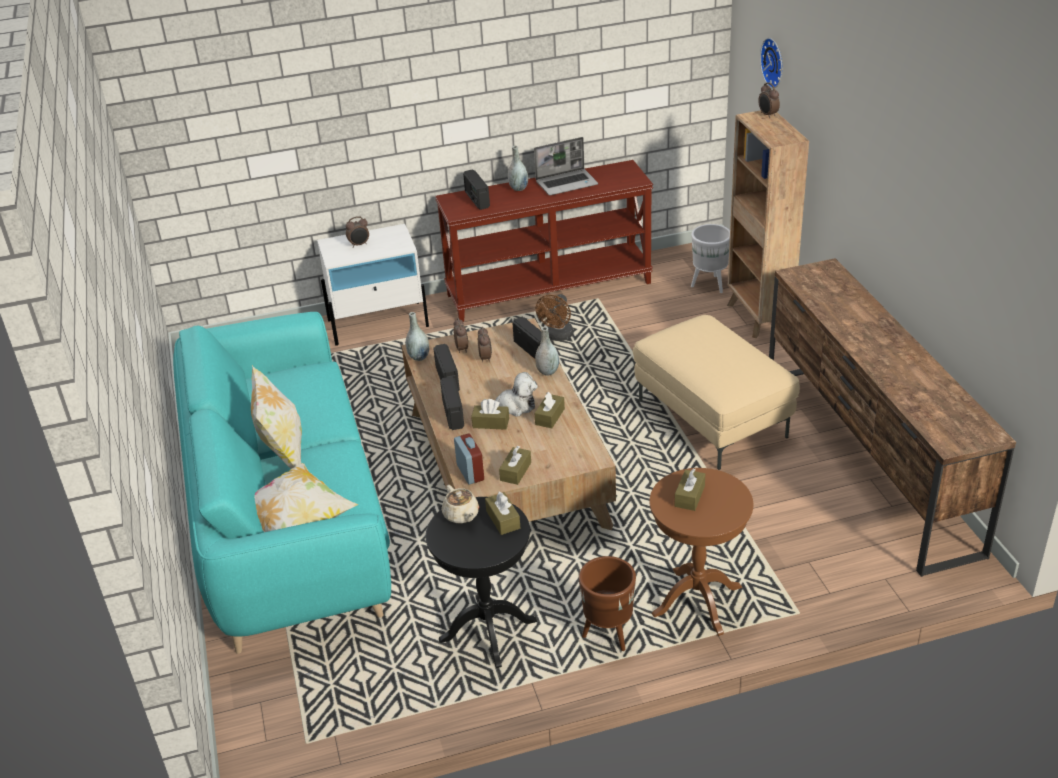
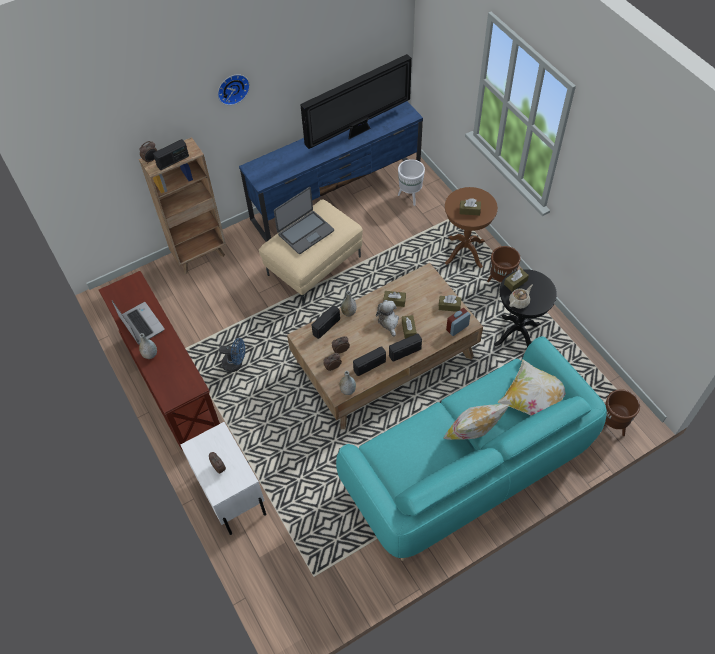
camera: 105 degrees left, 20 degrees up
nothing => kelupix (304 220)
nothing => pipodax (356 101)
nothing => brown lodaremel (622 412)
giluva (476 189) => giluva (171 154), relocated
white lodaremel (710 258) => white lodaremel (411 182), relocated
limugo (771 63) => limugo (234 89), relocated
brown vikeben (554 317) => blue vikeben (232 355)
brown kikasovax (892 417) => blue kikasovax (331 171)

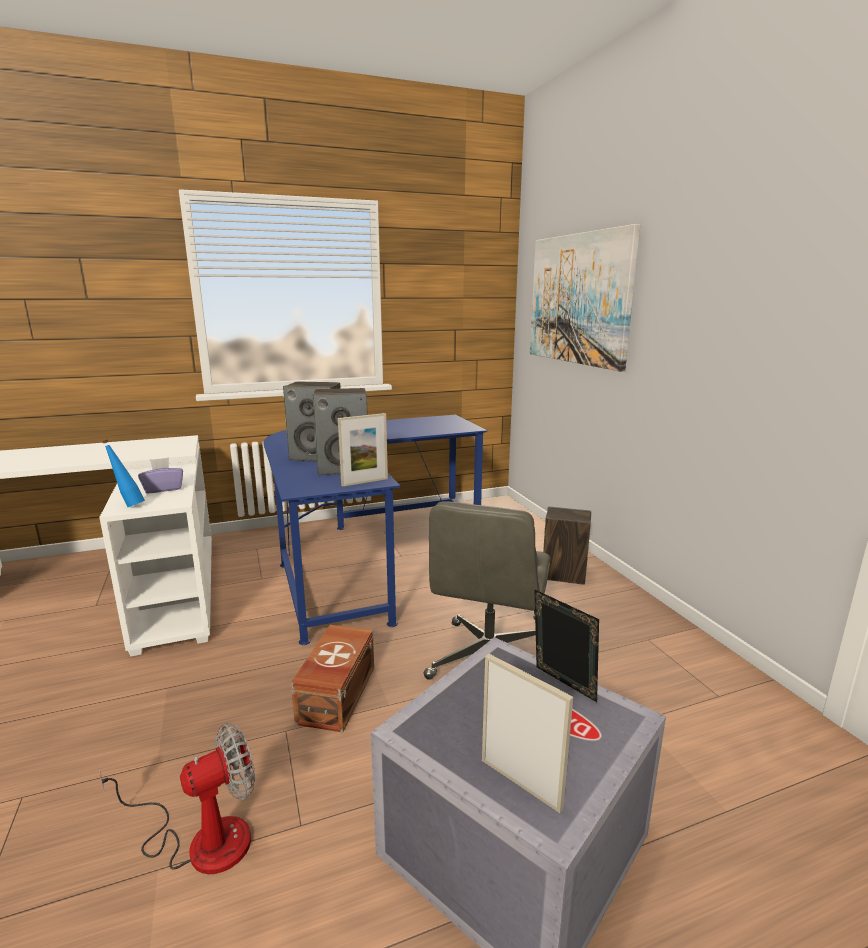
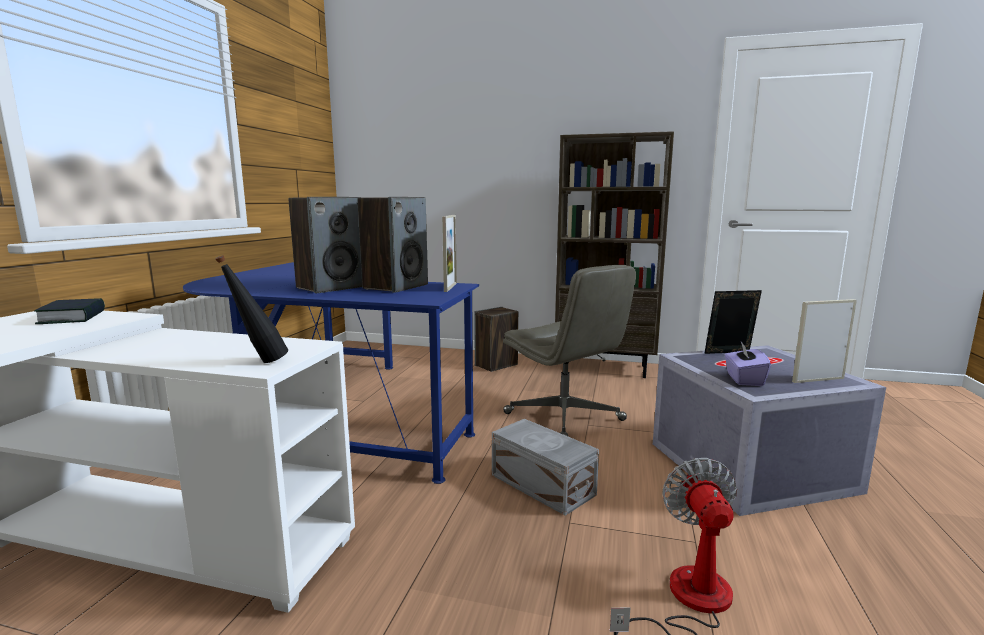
camera: 55 degrees left, 5 degrees down
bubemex (585 297) => nothing
nothing => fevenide (69 311)
nothing => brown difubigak (614 254)
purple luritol (160 475) => purple luritol (748 364), relocated
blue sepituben (123 473) => black sepituben (251 309)
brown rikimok (332 678) => grey rikimok (545 467)

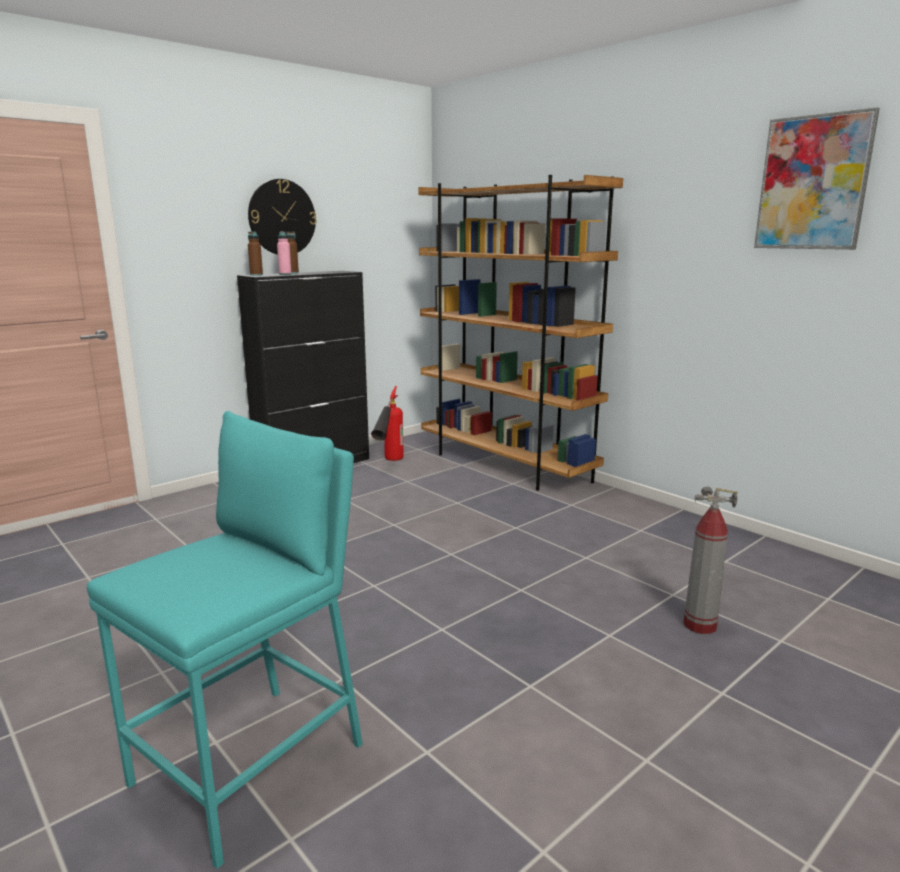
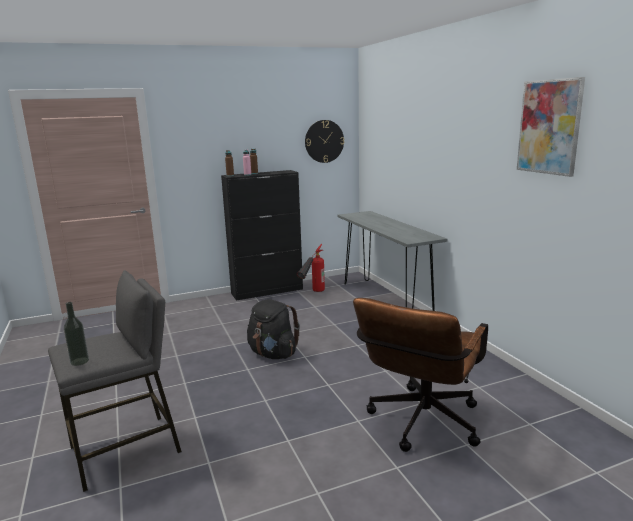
camera: 20 degrees right, 0 degrees up
nothing => sepituben (76 334)
nothing => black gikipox (273 329)
limugo (282 217) => limugo (324 141), relocated
brown difubigak (520 333) => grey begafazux (392 261)
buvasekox (710 560) => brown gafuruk (420 375)
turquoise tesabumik (225 640) => grey tesabumik (115 381)

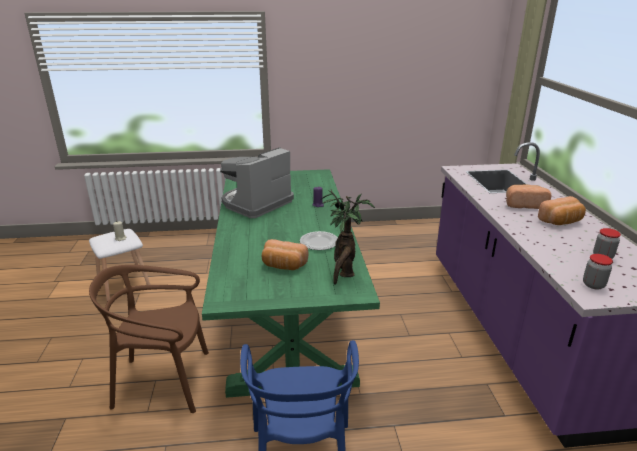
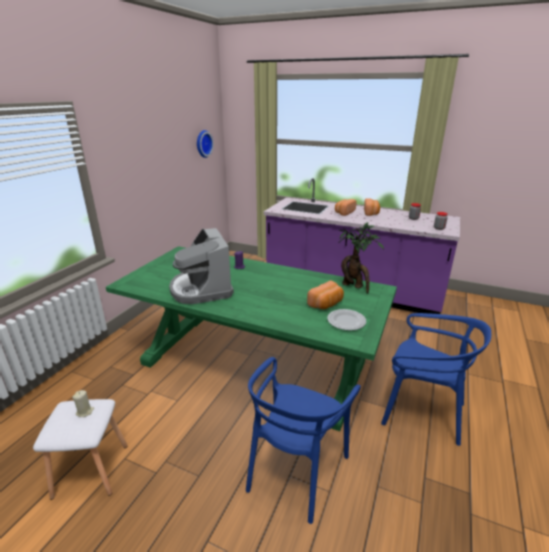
camera: 60 degrees left, 0 degrees up
nothing => limugo (205 144)
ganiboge (319 240) => ganiboge (346 319), relocated
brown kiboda (149 339) => blue kiboda (303 440)

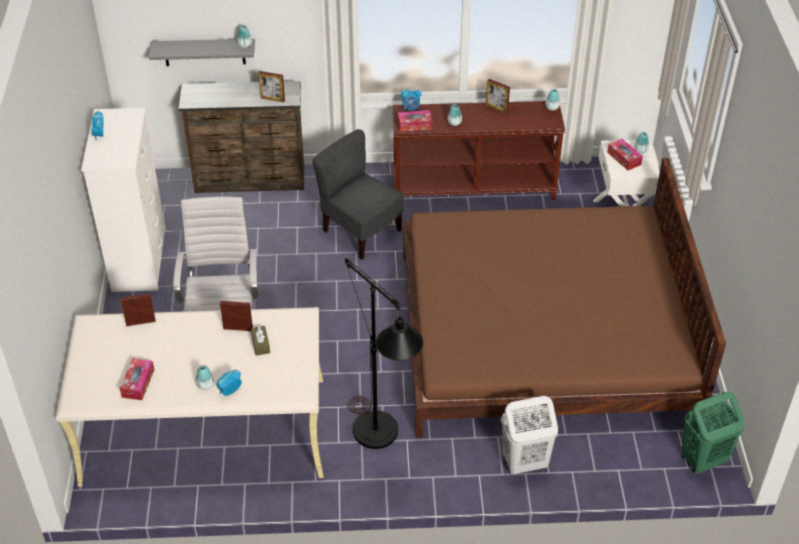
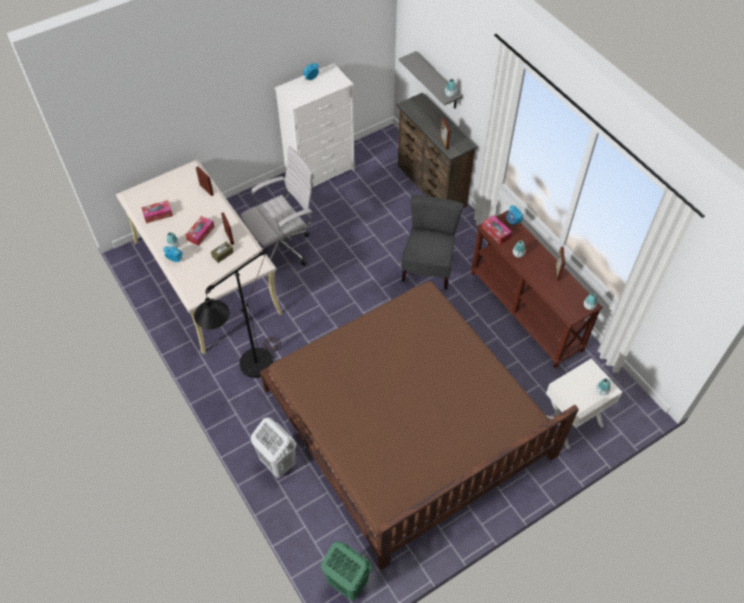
camera: 60 degrees right, 10 degrees up
luritol (625 154) => luritol (200 231), relocated

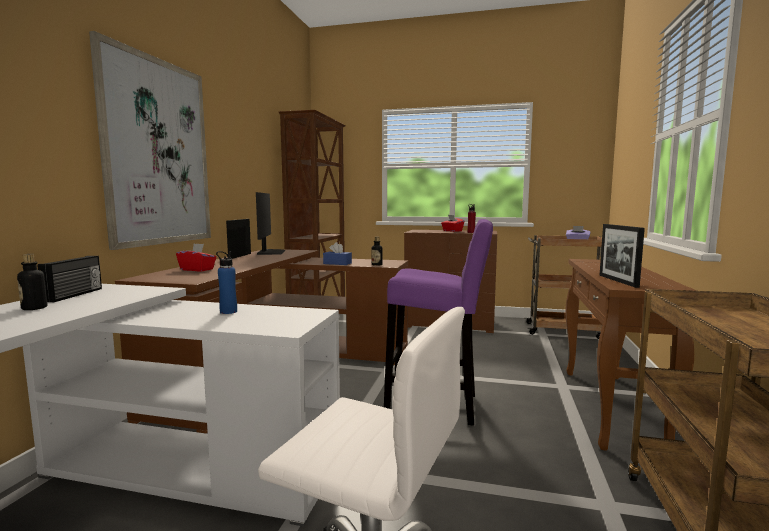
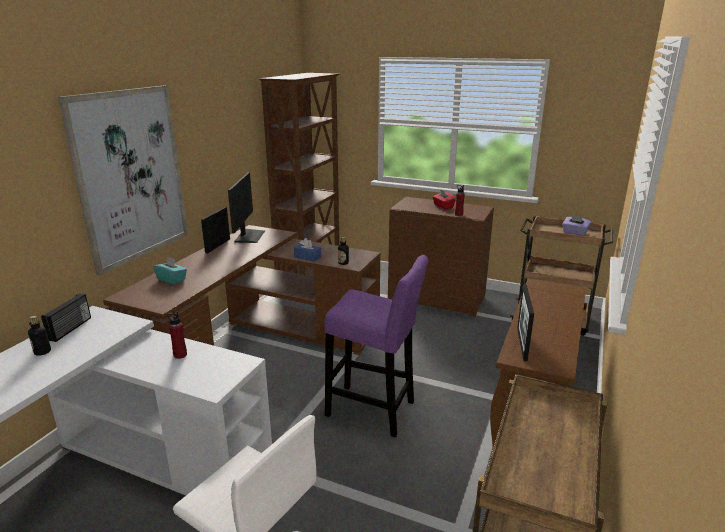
camera: 10 degrees right, 15 degrees up
red luritol (196 258) => turquoise luritol (170 271)
blue sepituben (226 282) => red sepituben (176 335)

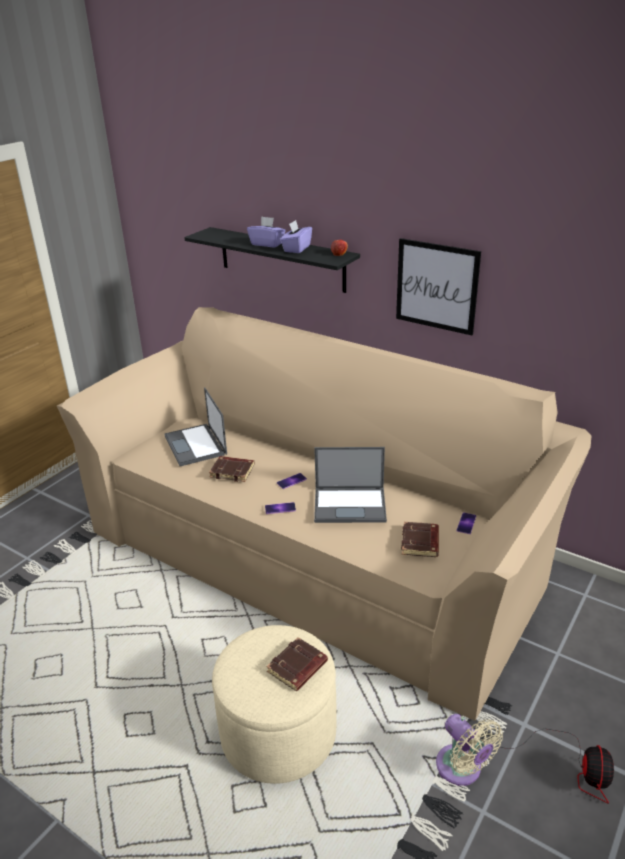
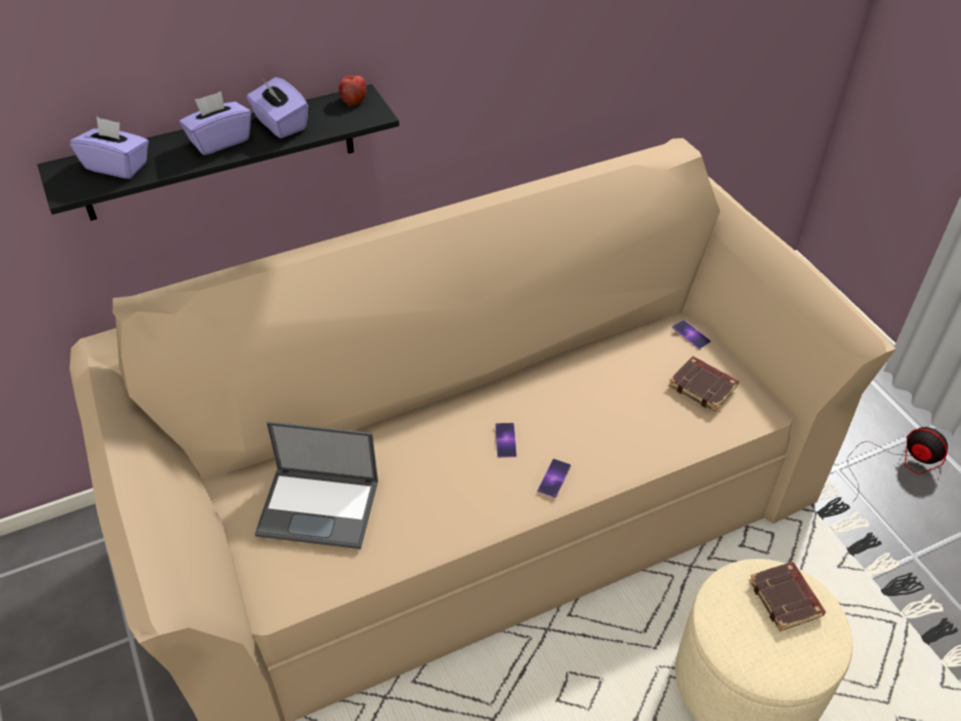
camera: 60 degrees left, 15 degrees up
brown fevenide (232 469) => nothing
kelupix (350 485) => nothing
bubemex (438 286) => nothing
beige vikeben (469 750) => nothing
nothing => purple luritol (109 147)

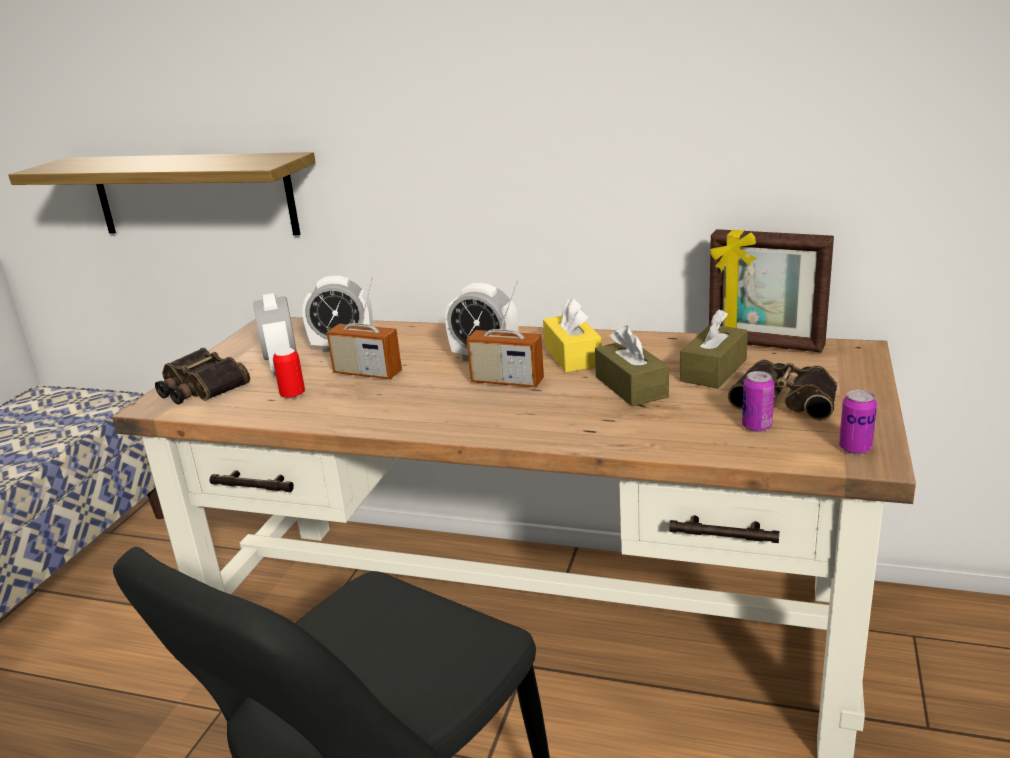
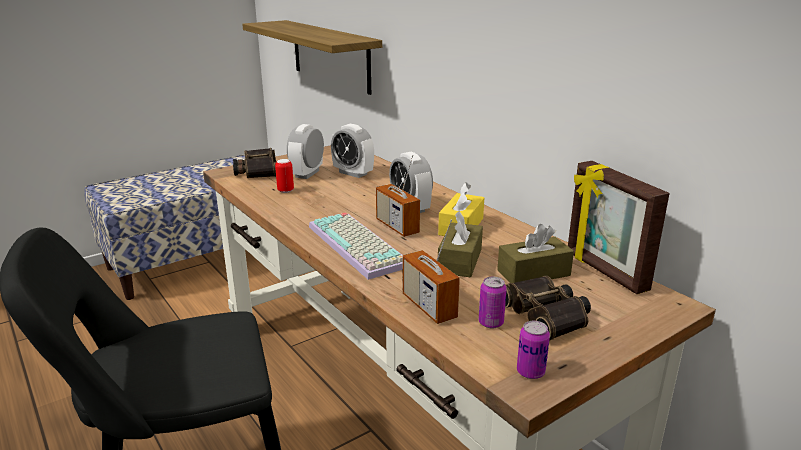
camera: 35 degrees right, 0 degrees up
nothing => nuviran (356 246)
giluva (364 328) => giluva (431 271), relocated

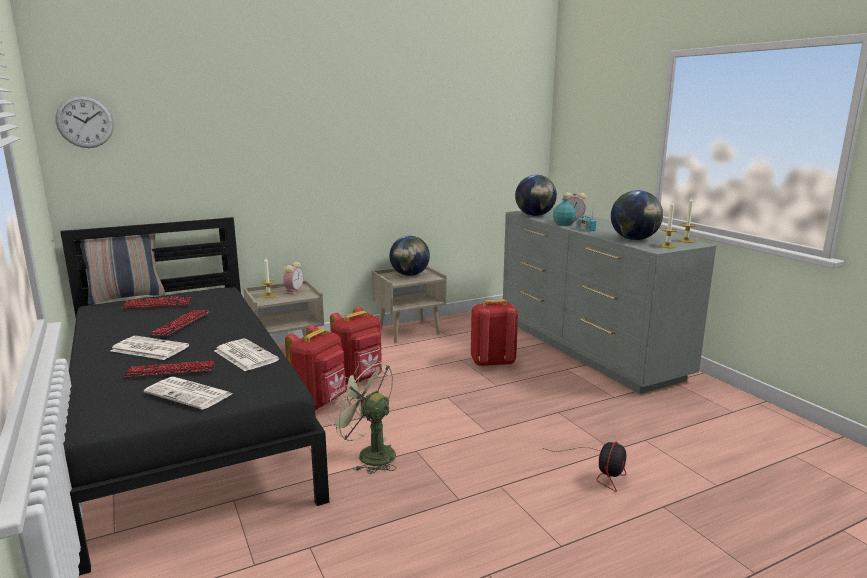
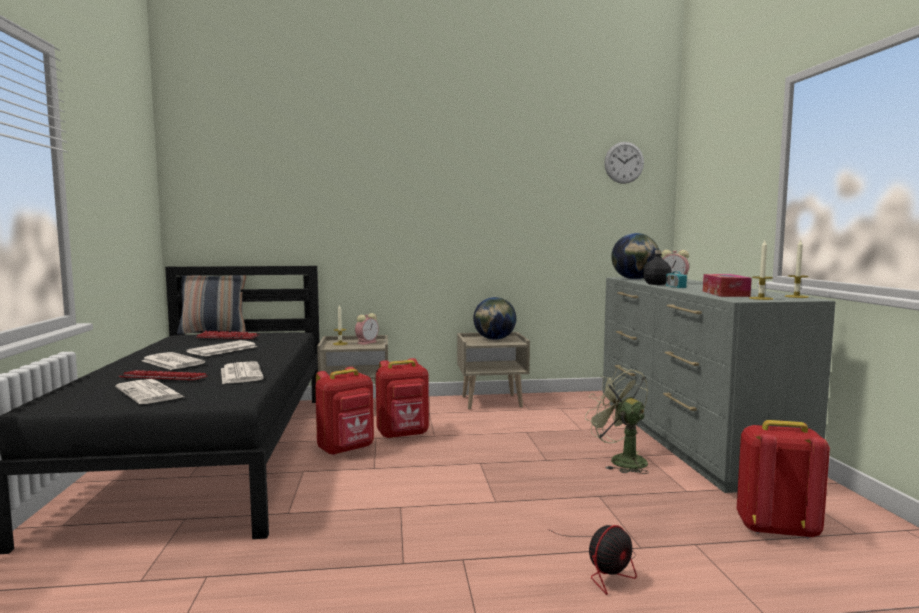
camera: 20 degrees right, 10 degrees down
limugo (84 121) => limugo (624 163), relocated
green vikeben (362 416) => green vikeben (617 420), relocated
red gikipox (494 333) => red gikipox (783 479), relocated
nuviran (179 323) => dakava (221 348)
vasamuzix (637 215) => luritol (727 285)
turquoise sepituben (564 210) => black sepituben (657 267)

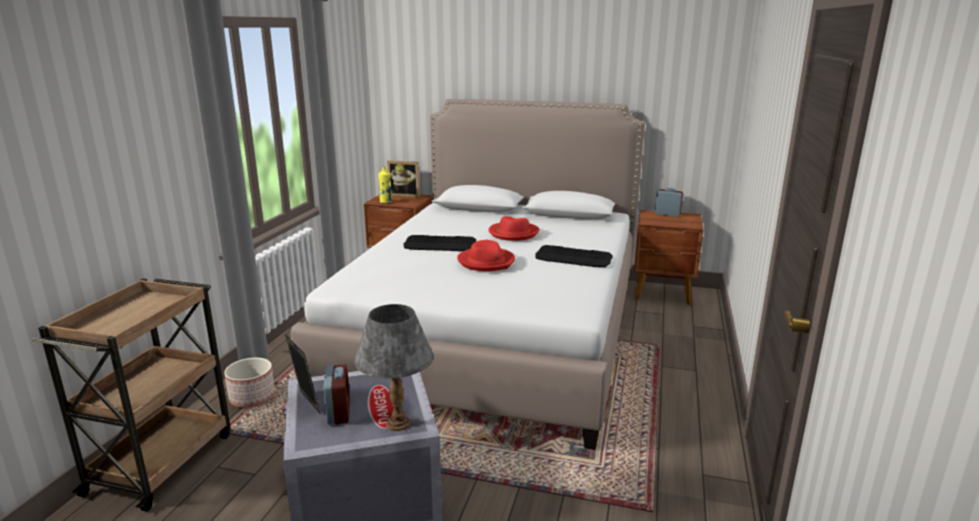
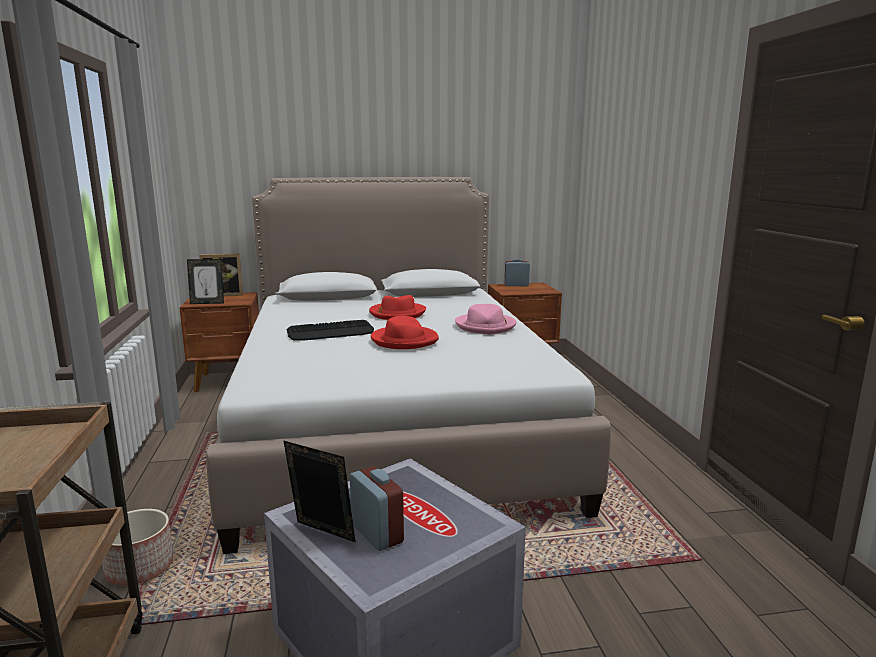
camera: 25 degrees left, 5 degrees down
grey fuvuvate (394 367) => nothing
yellow sepituben (385 184) => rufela (205 281)
nuviran (574 256) => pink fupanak (486 319)

